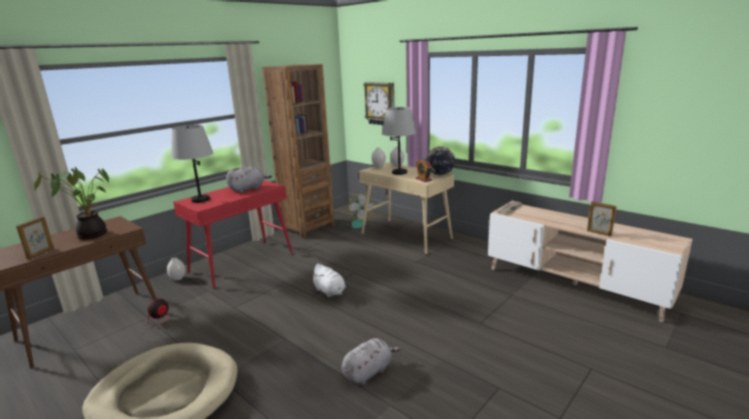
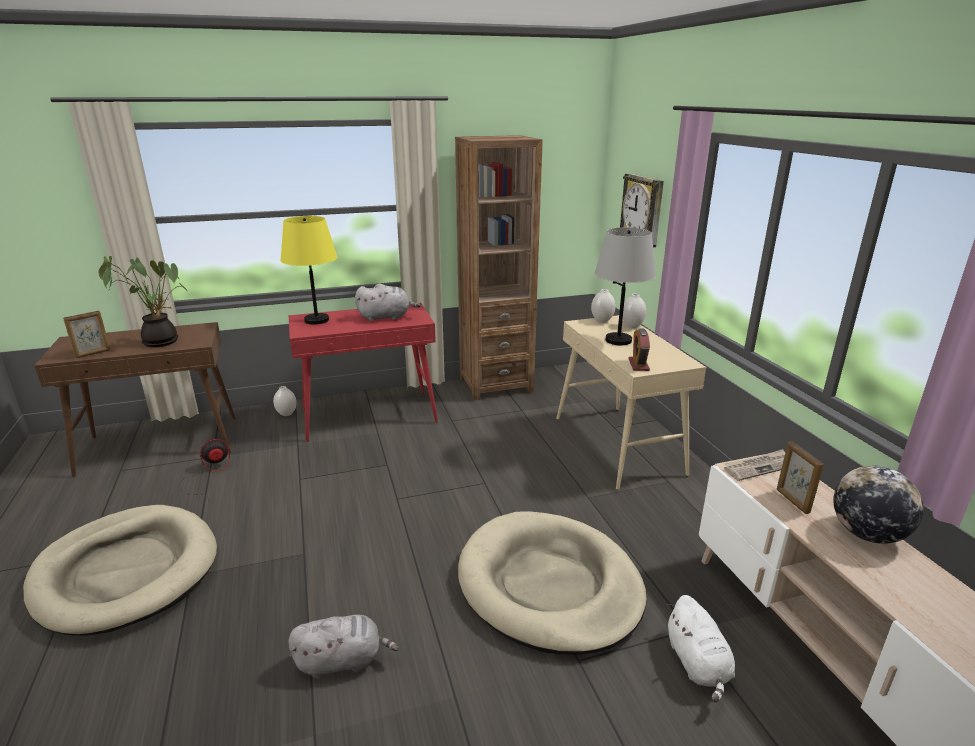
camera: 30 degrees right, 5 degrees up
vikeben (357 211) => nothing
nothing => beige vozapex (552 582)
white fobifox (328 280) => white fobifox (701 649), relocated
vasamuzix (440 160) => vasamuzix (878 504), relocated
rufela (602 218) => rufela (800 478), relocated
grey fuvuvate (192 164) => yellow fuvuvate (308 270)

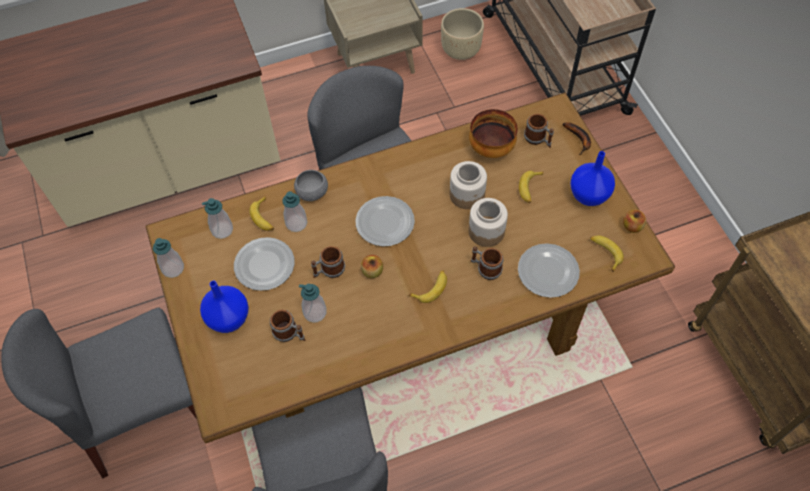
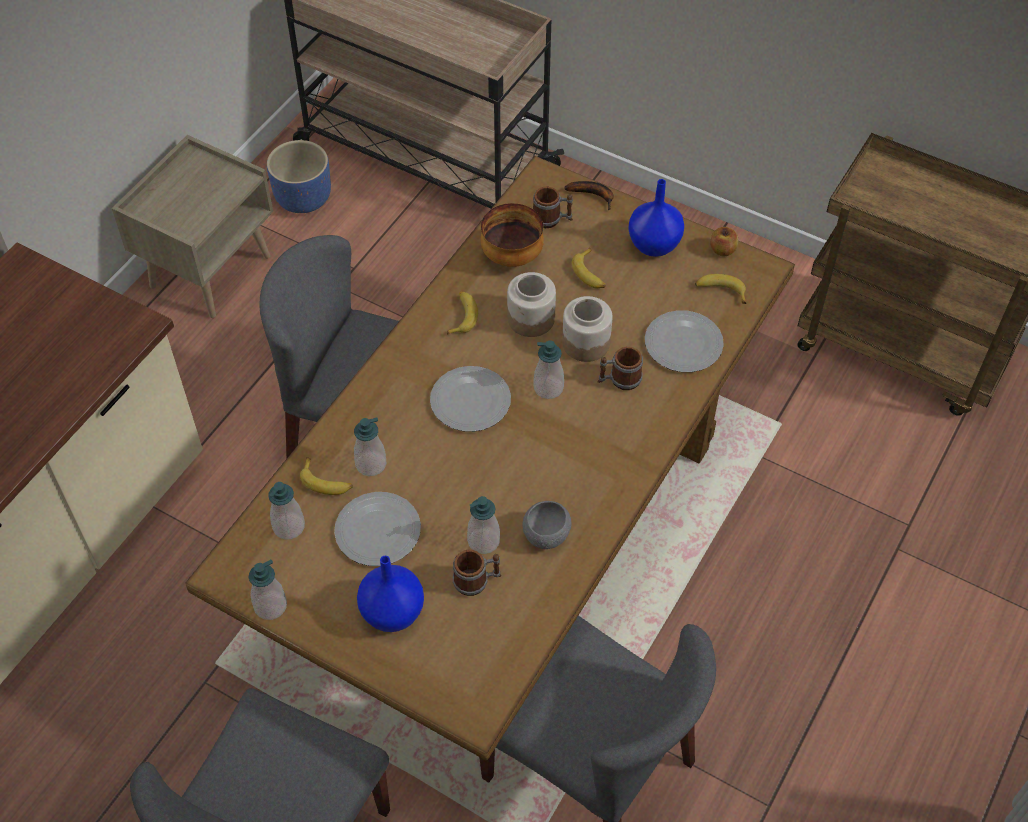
camera: 40 degrees left, 5 degrees down
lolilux (328 262) => nothing
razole (372 266) => nothing
nothing => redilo (549 369)
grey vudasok (311 185) => grey vudasok (546 525), relocated
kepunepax (428 286) => kepunepax (462 313), relocated
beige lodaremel (462 34) => blue lodaremel (299 176)

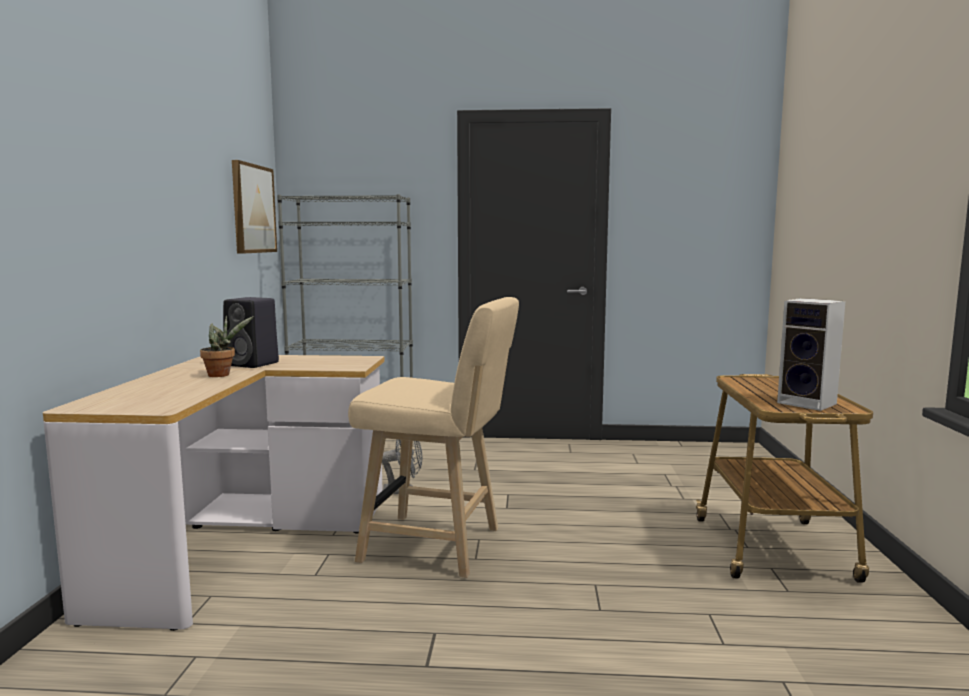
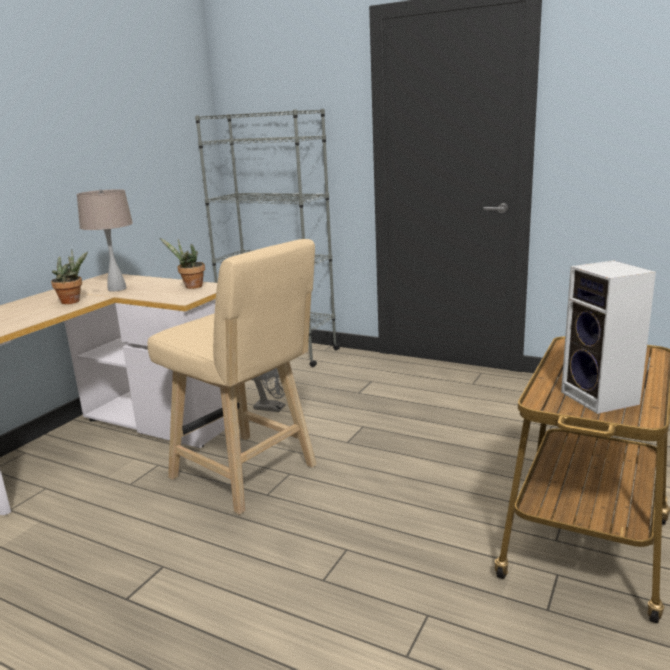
camera: 25 degrees right, 10 degrees up
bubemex (254 207) => nothing
nothing => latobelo (182 263)
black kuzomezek (251 332) => beige fuvuvate (105 240)

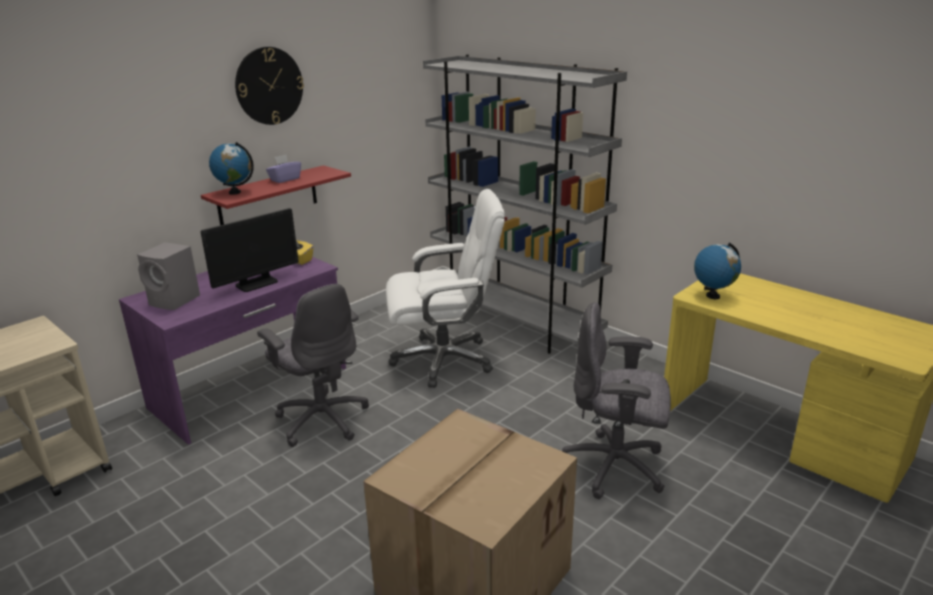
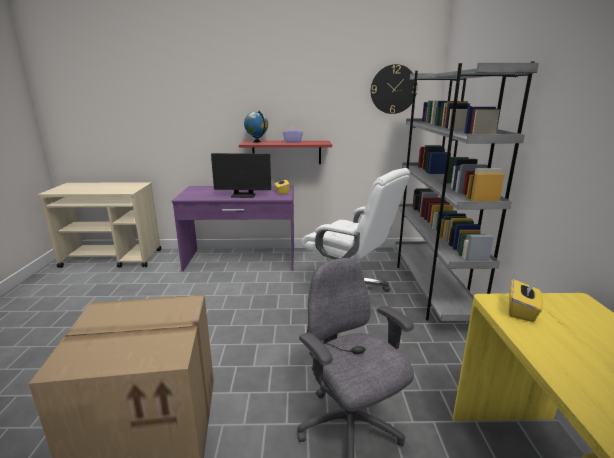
camera: 45 degrees right, 5 degrees down
grey kuzomezek (168 276) => nothing
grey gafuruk (313 365) => nothing
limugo (269 86) => limugo (393 89), relocated
vasamuzix (717 271) => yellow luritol (526 300)

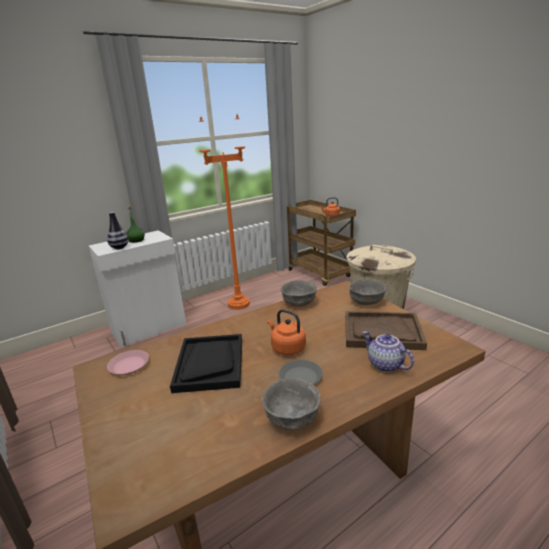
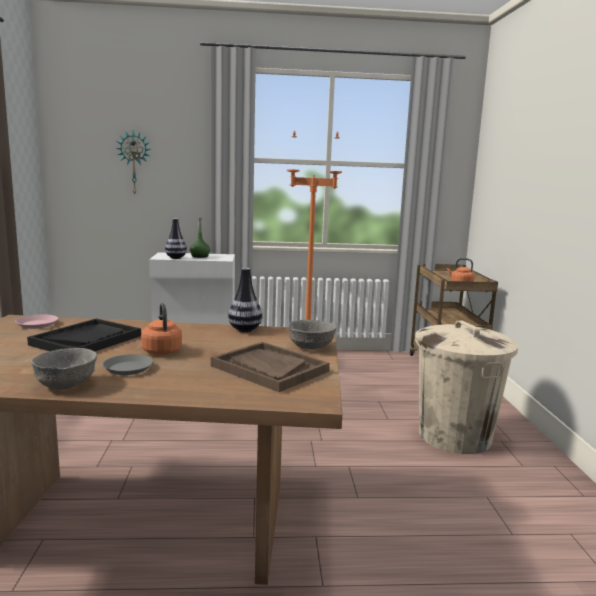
camera: 30 degrees right, 10 degrees down
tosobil (388 351) => nothing
nothing => limugo (133 162)
grey vudasok (299 293) => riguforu (245 300)

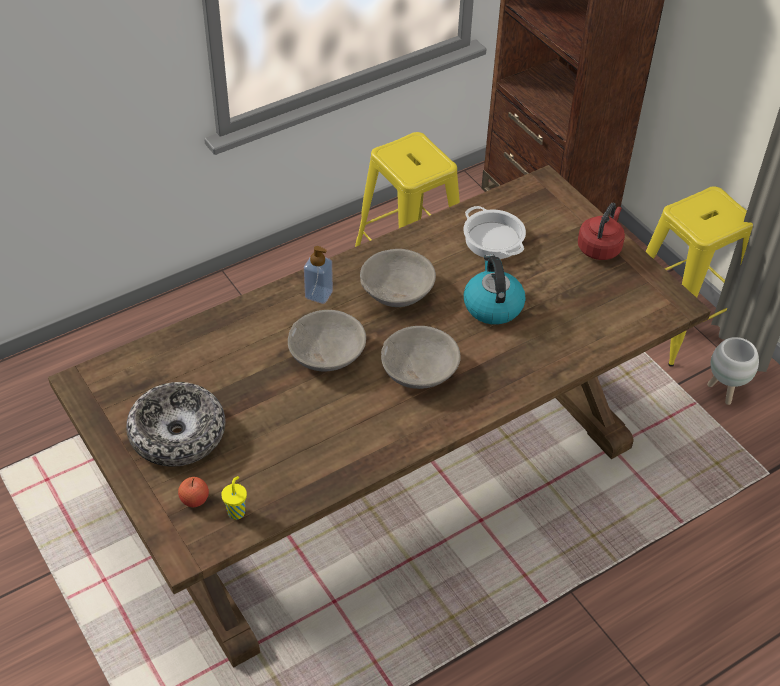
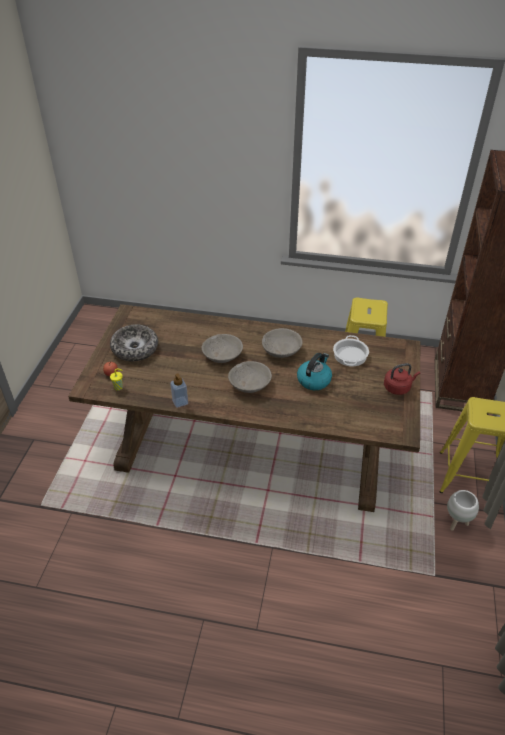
camera: 45 degrees right, 5 degrees down
redilo (318 275) => redilo (179 390), relocated

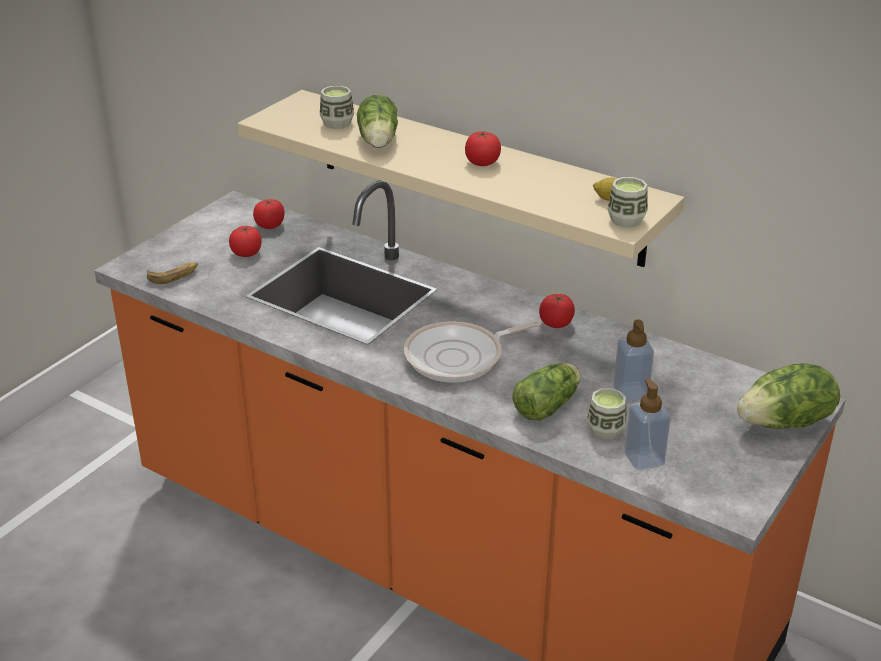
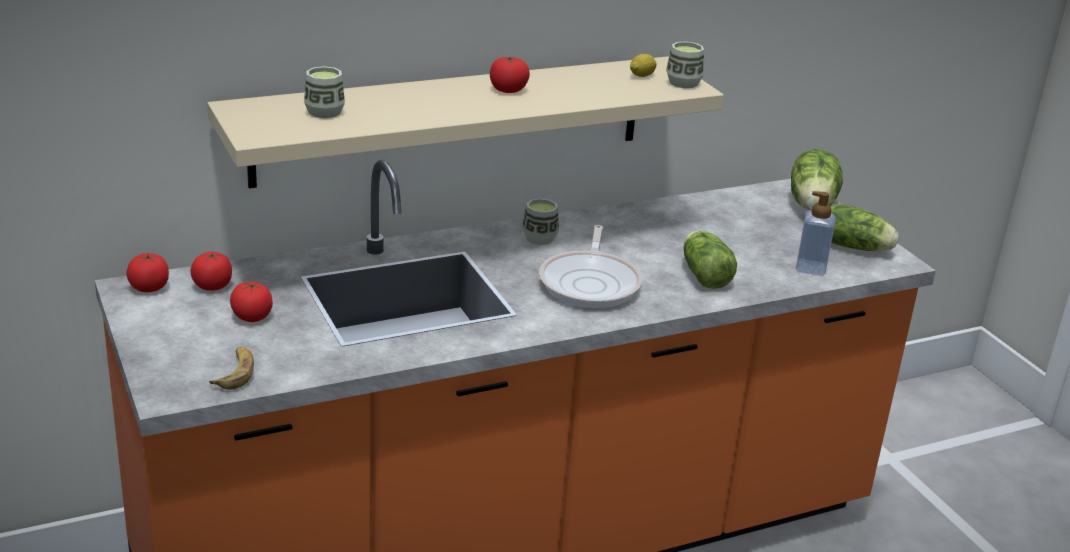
camera: 60 degrees left, 5 degrees down
redilo (633 360) => nothing
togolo (377 121) => togolo (865 227), relocated
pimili (557 311) => pimili (147 272), relocated
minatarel (607 414) => minatarel (540 221), relocated

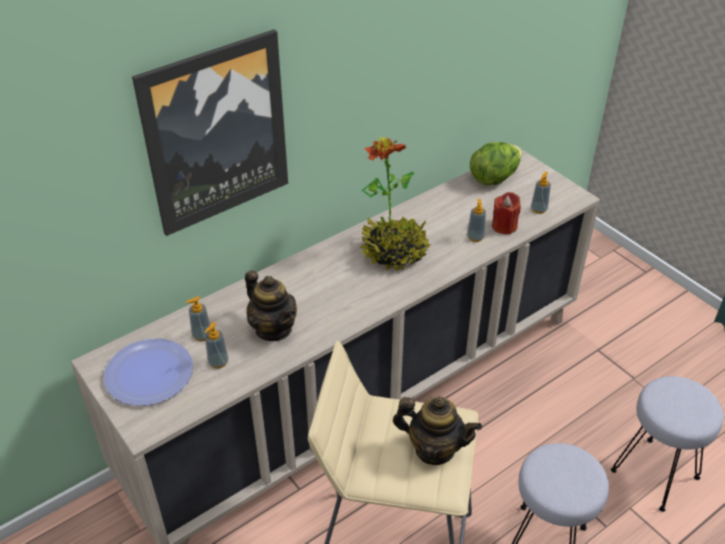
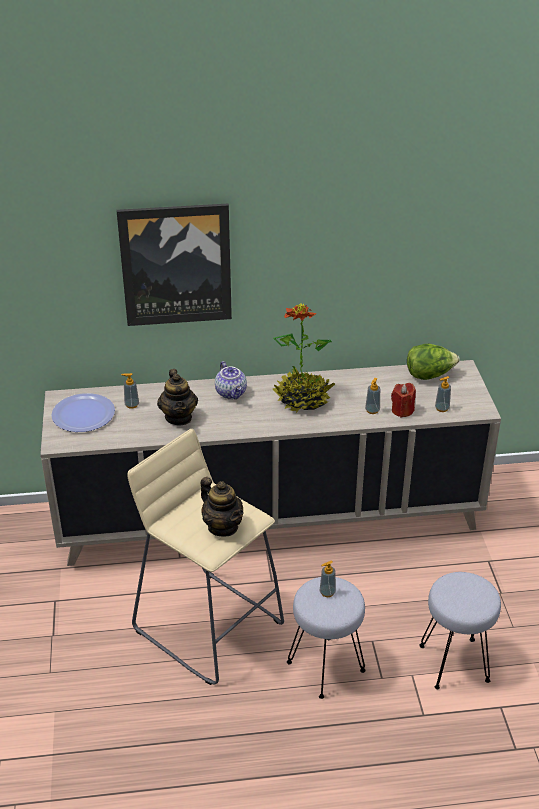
camera: 30 degrees right, 5 degrees down
nothing => tosobil (231 380)
redilo (216 345) => redilo (328 579), relocated

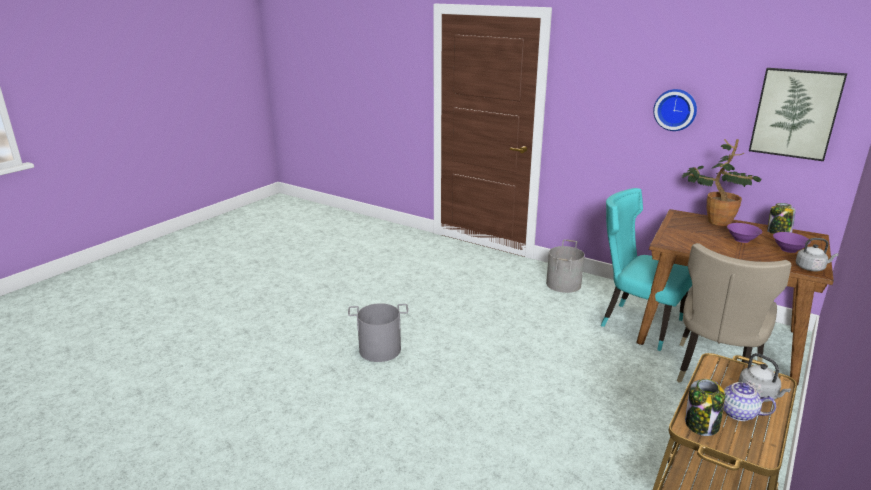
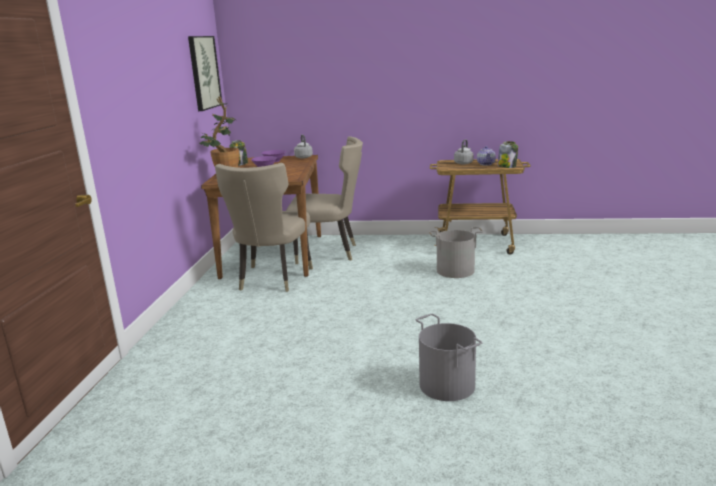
camera: 115 degrees left, 5 degrees down
limugo (675 110) => nothing
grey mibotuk (565 266) => grey mibotuk (456 252), relocated
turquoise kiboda (646 269) => beige kiboda (264 227)

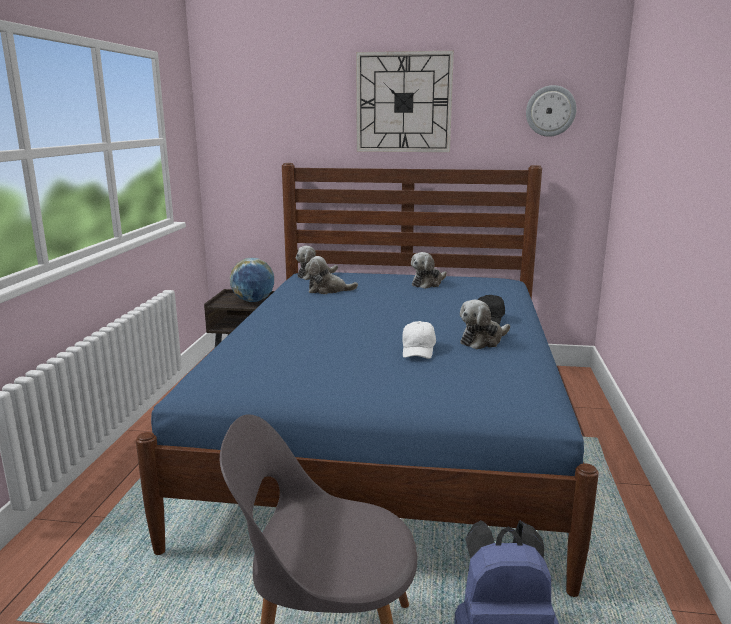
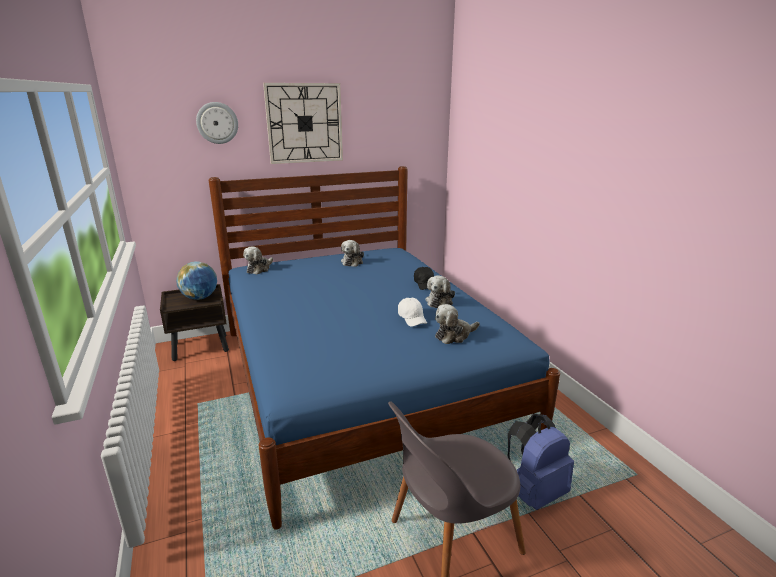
camera: 30 degrees left, 5 degrees up
fobifox (331 275) => fobifox (457 324), relocated
limugo (551 111) => limugo (217 123), relocated

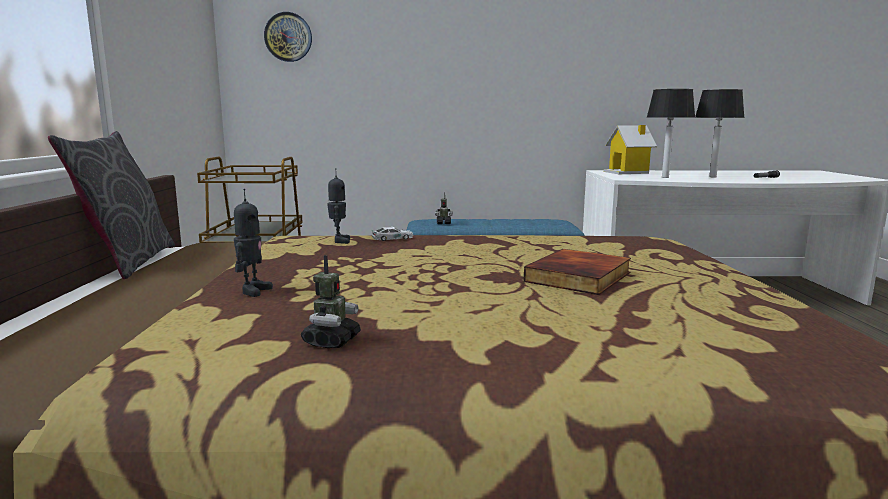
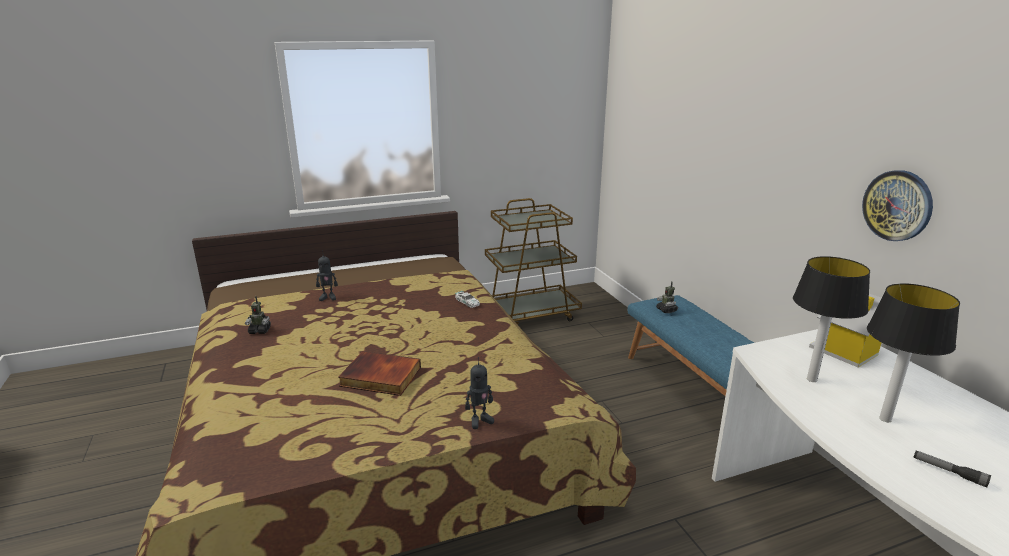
camera: 70 degrees right, 10 degrees up
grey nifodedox (111 205) => nothing
limugo (288 37) => limugo (897 205), relocated
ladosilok (338 206) => ladosilok (479 393), relocated

